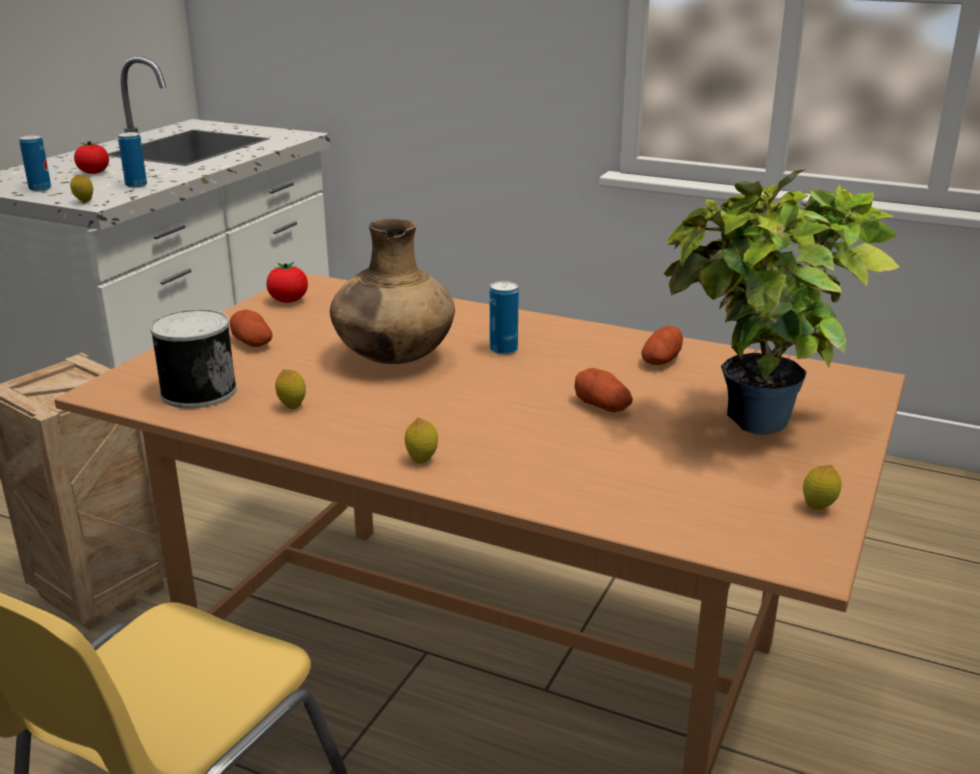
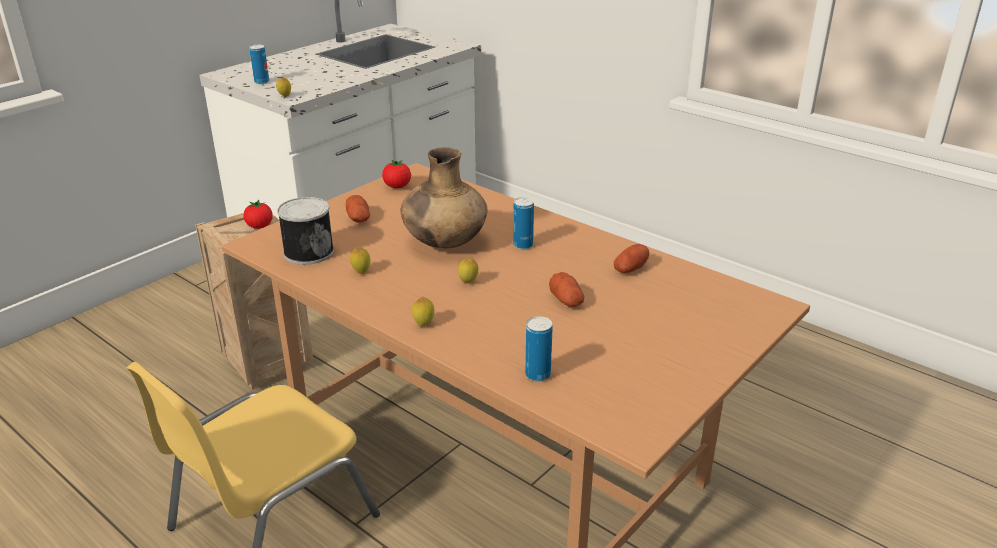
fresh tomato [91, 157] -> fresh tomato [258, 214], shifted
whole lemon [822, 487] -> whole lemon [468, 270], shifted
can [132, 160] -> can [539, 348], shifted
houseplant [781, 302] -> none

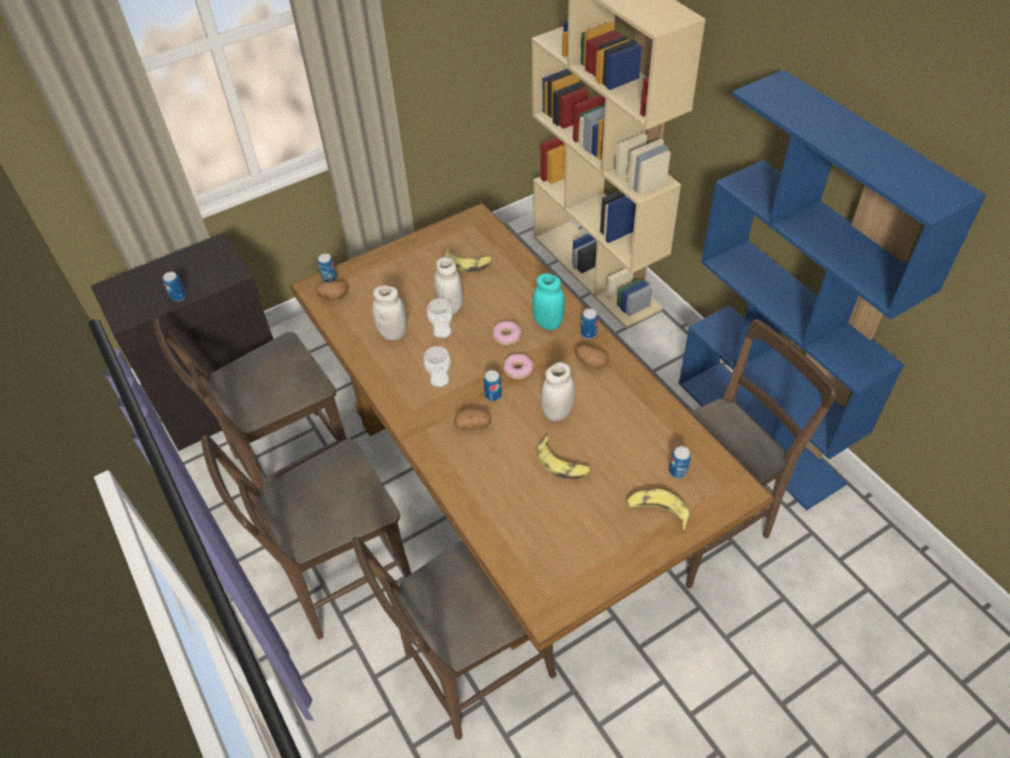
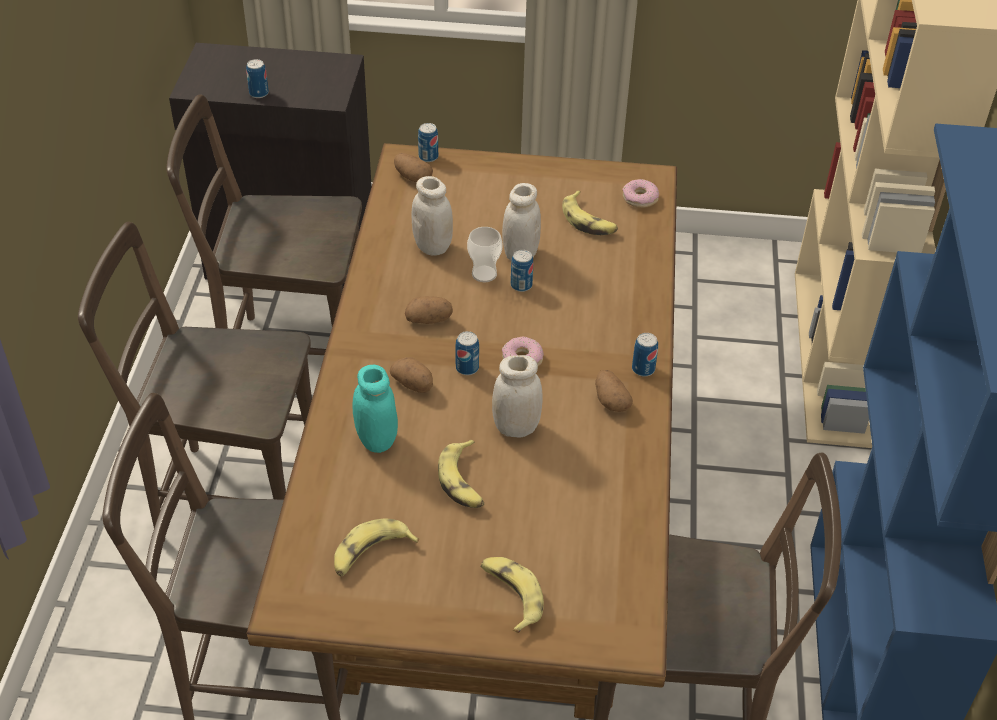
none -> whole banana [376, 548]
preserve jar (turquoise-coloured) [549, 301] -> preserve jar (turquoise-coloured) [375, 409], shifted
cup [437, 367] -> whole potato [429, 310]
can [680, 462] -> can [522, 271], shifted
ring doughnut [507, 333] -> ring doughnut [640, 193], shifted

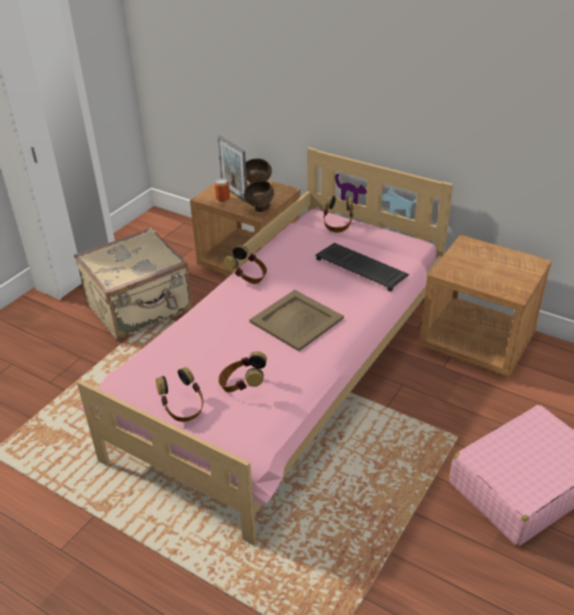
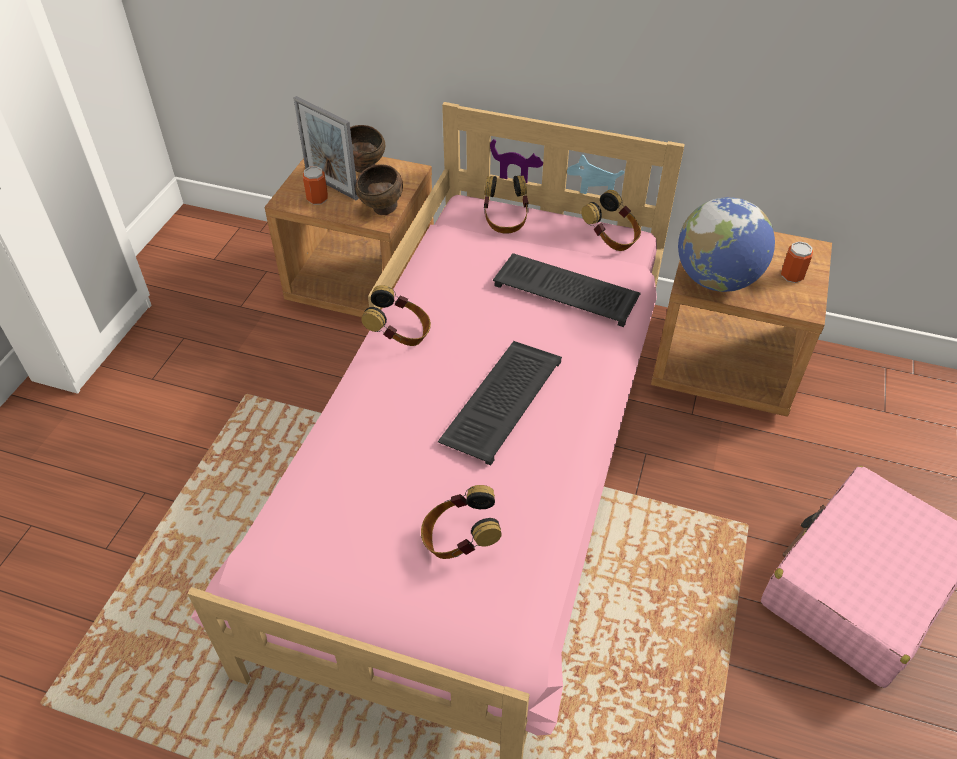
serving tray (beige) [296, 320] -> computer keyboard [500, 403]
headphones [179, 394] -> headphones [611, 220], shifted
none -> desk globe [726, 244]
none -> can [797, 262]
suitcase (beige) [133, 283] -> none

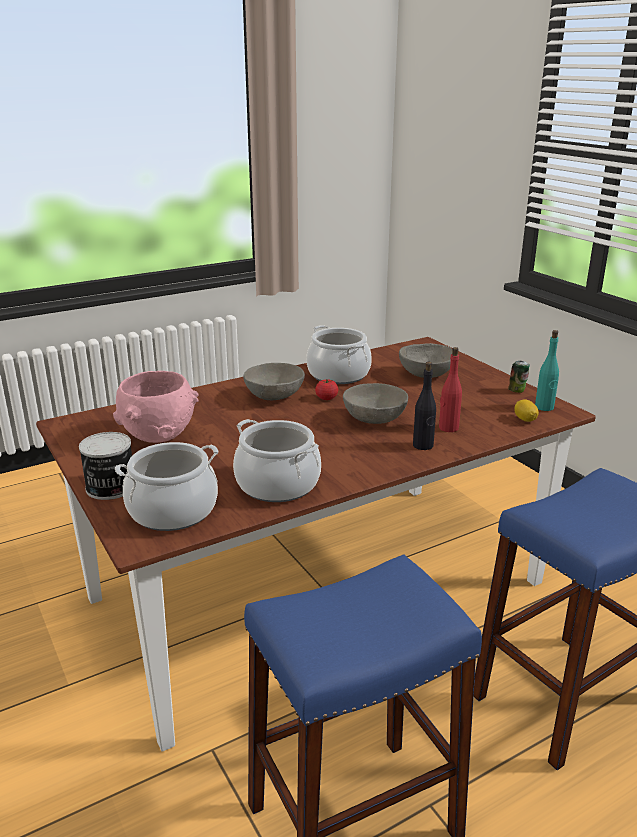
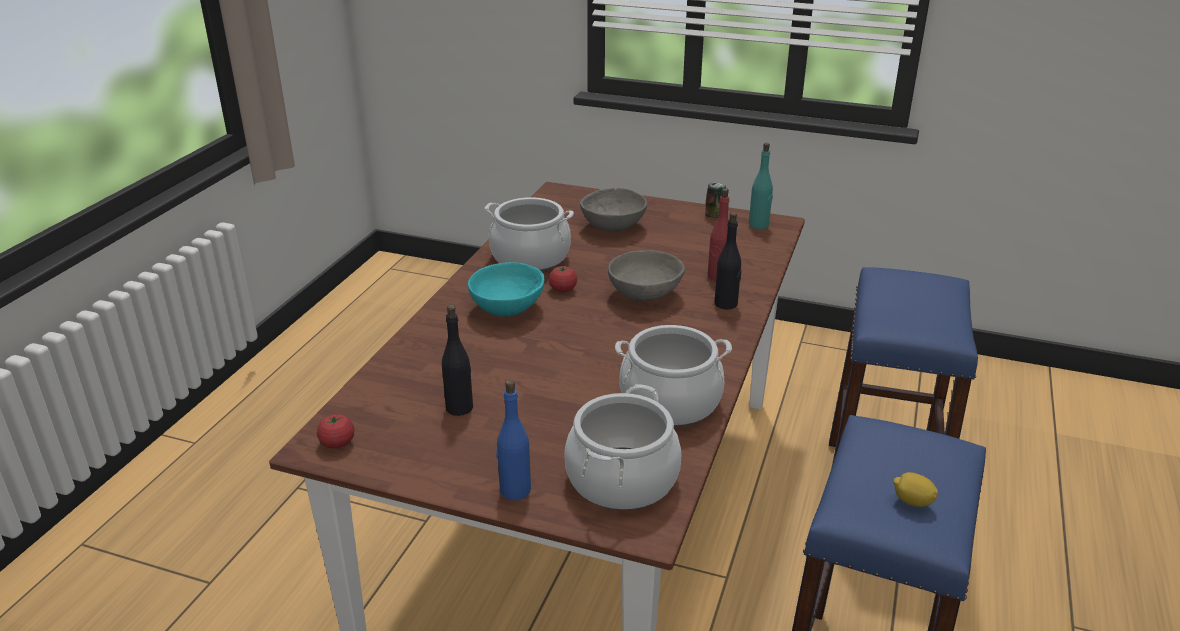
none -> fresh tomato [336, 431]
bowl (pink-coloured) [156, 407] -> beverage bottle (black-coloured) [457, 360]
bowl (grey) [274, 381] -> bowl (turquoise-coloured) [506, 289]
can [105, 466] -> beverage bottle (bluish) [513, 440]
whole lemon [526, 410] -> whole lemon [915, 489], shifted

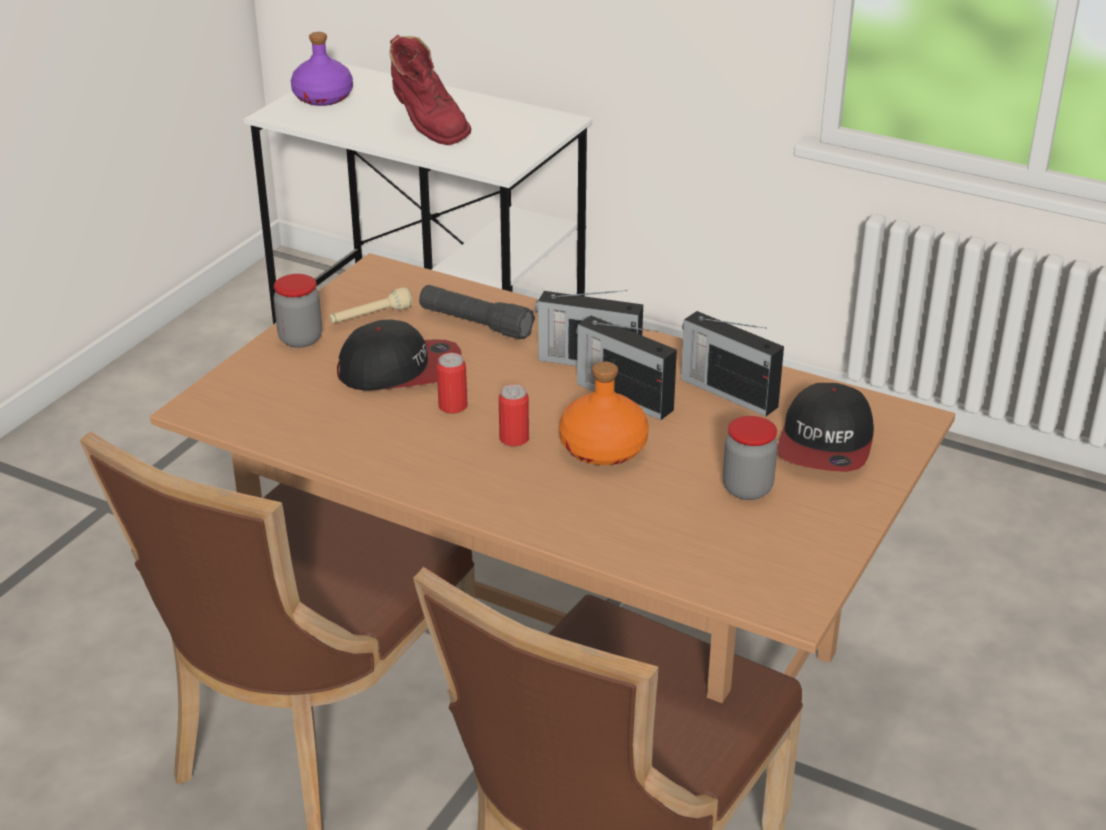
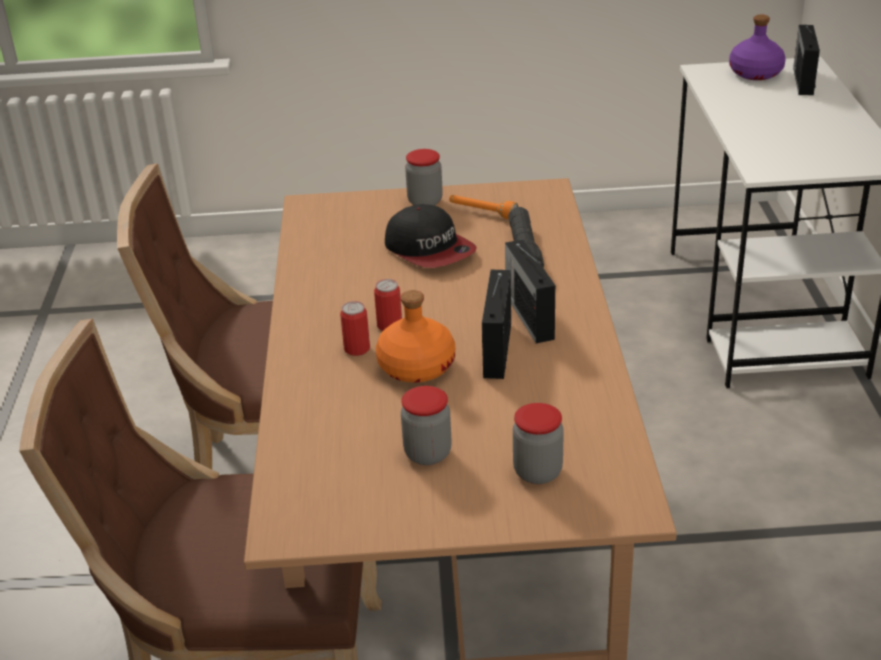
can [452, 383] -> can [355, 328], shifted
hand torch (beige) [370, 305] -> hand torch (orange-coloured) [483, 207]
peaked cap [825, 427] -> preserve jar [538, 443]
radio [732, 364] -> radio [806, 60], shifted
high-top boot (reddish) [430, 90] -> none

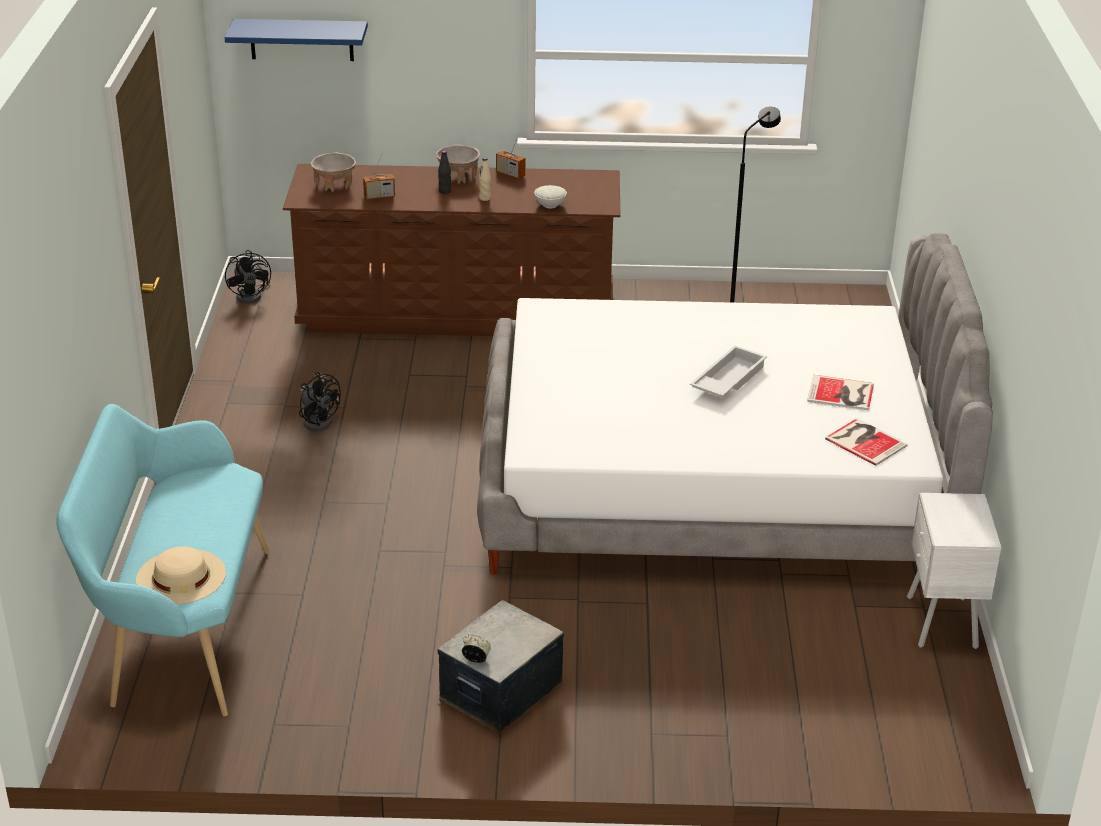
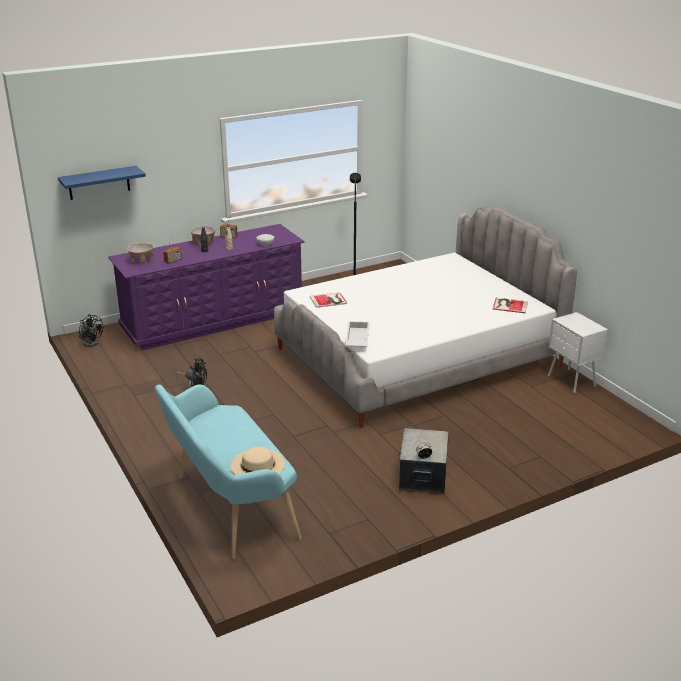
chest of drawers (brown-coloured) [451, 250] -> chest of drawers (purplish) [206, 287]
book [840, 393] -> book [328, 300], shifted
serving tray (white) [728, 371] -> serving tray (white) [357, 334], shifted

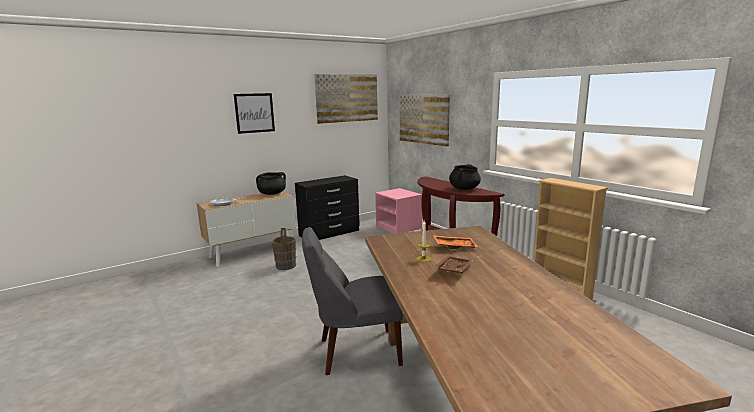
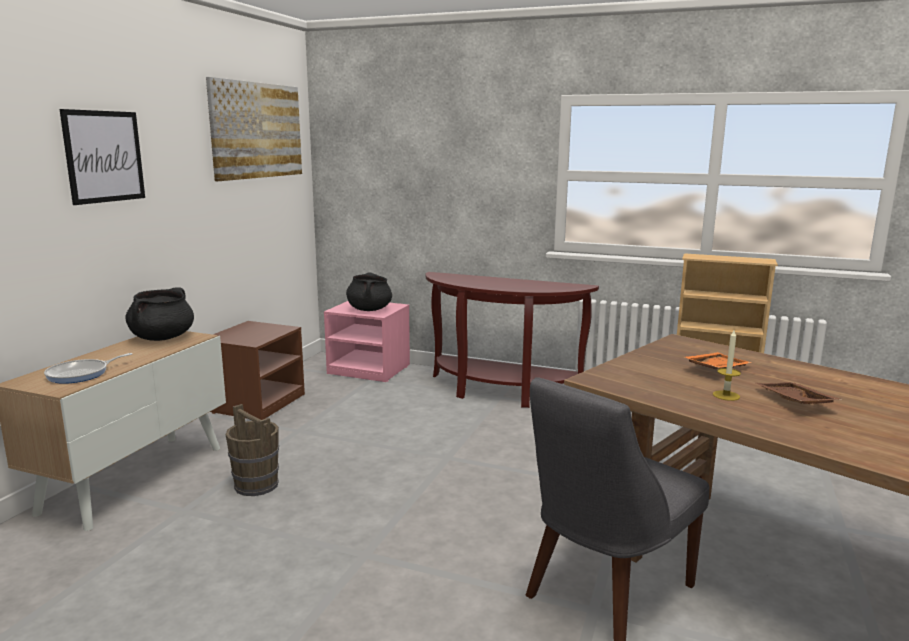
chest of drawers (black-coloured) [327, 207] -> night table (brown-coloured) [257, 370]
saucepot (black-coloured) [465, 177] -> saucepot (black-coloured) [369, 291], shifted
picture [424, 120] -> none

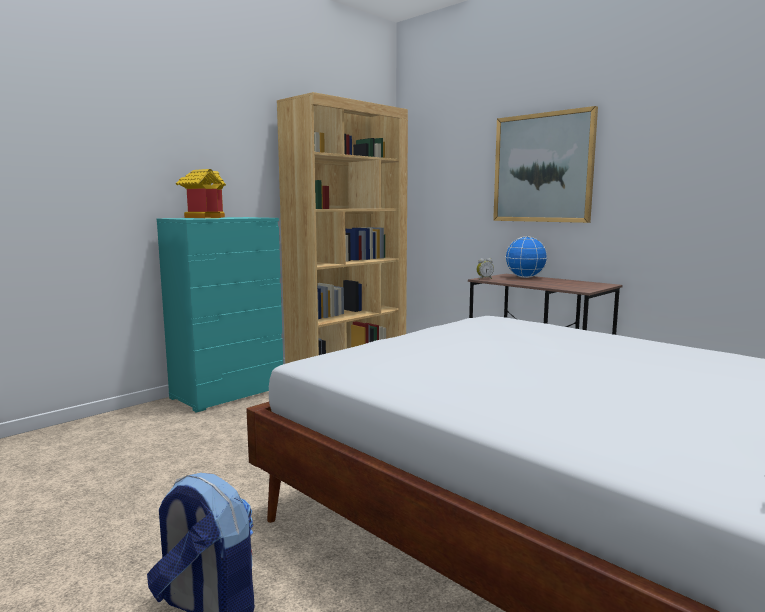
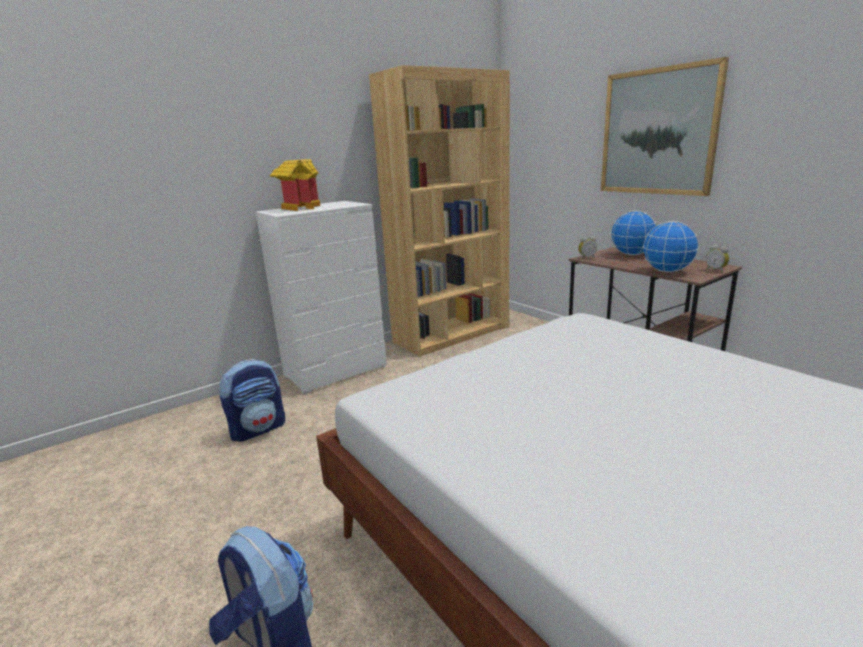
none -> rucksack [252, 400]
chest of drawers (turquoise-coloured) [220, 315] -> chest of drawers (white) [321, 297]
none -> desk globe [671, 246]
none -> alarm clock [717, 258]

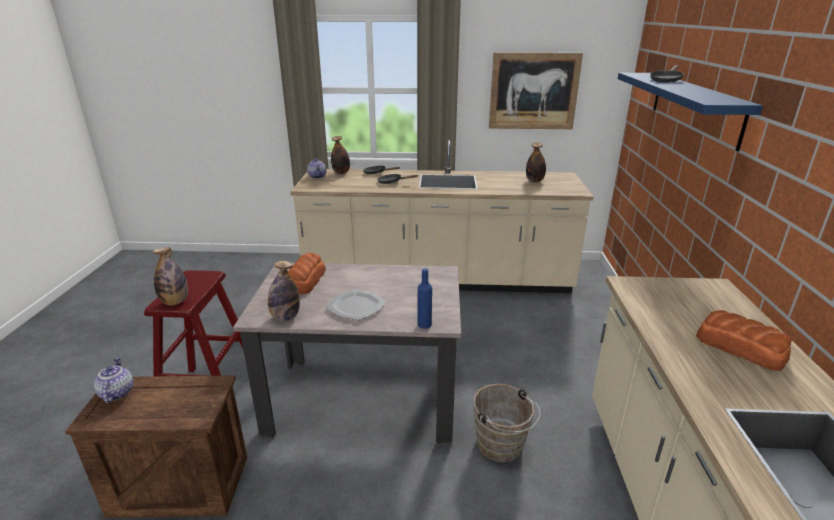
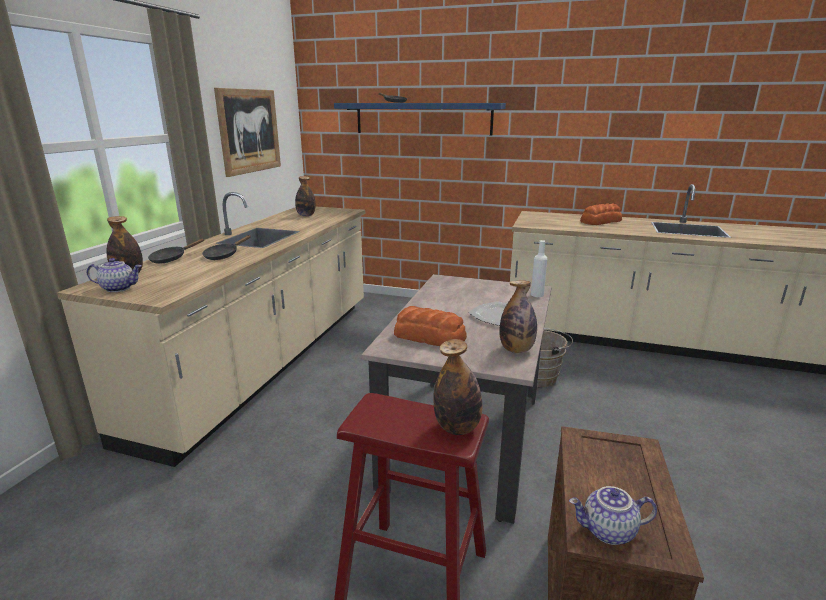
beverage bottle (bluish) [425, 298] -> beverage bottle (white) [539, 268]

